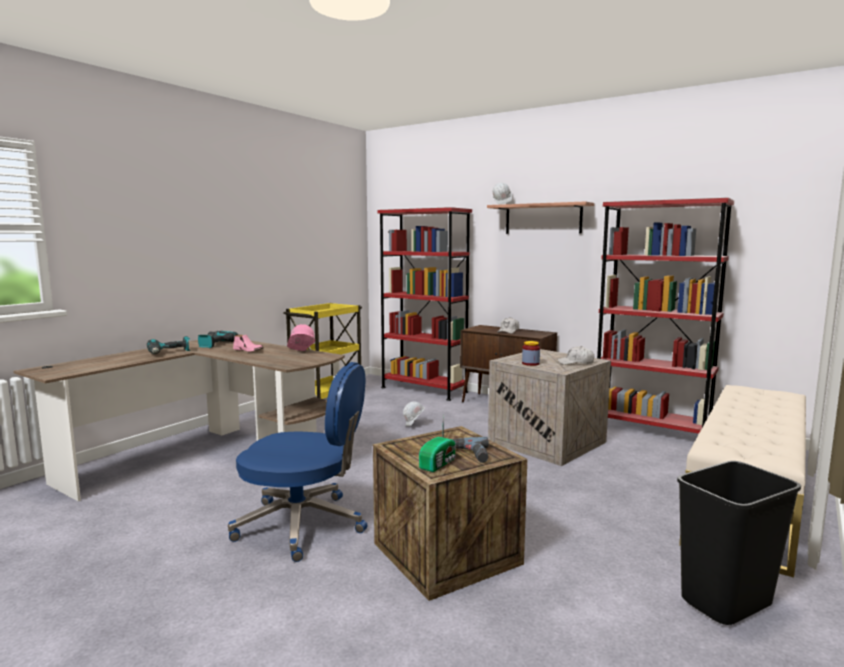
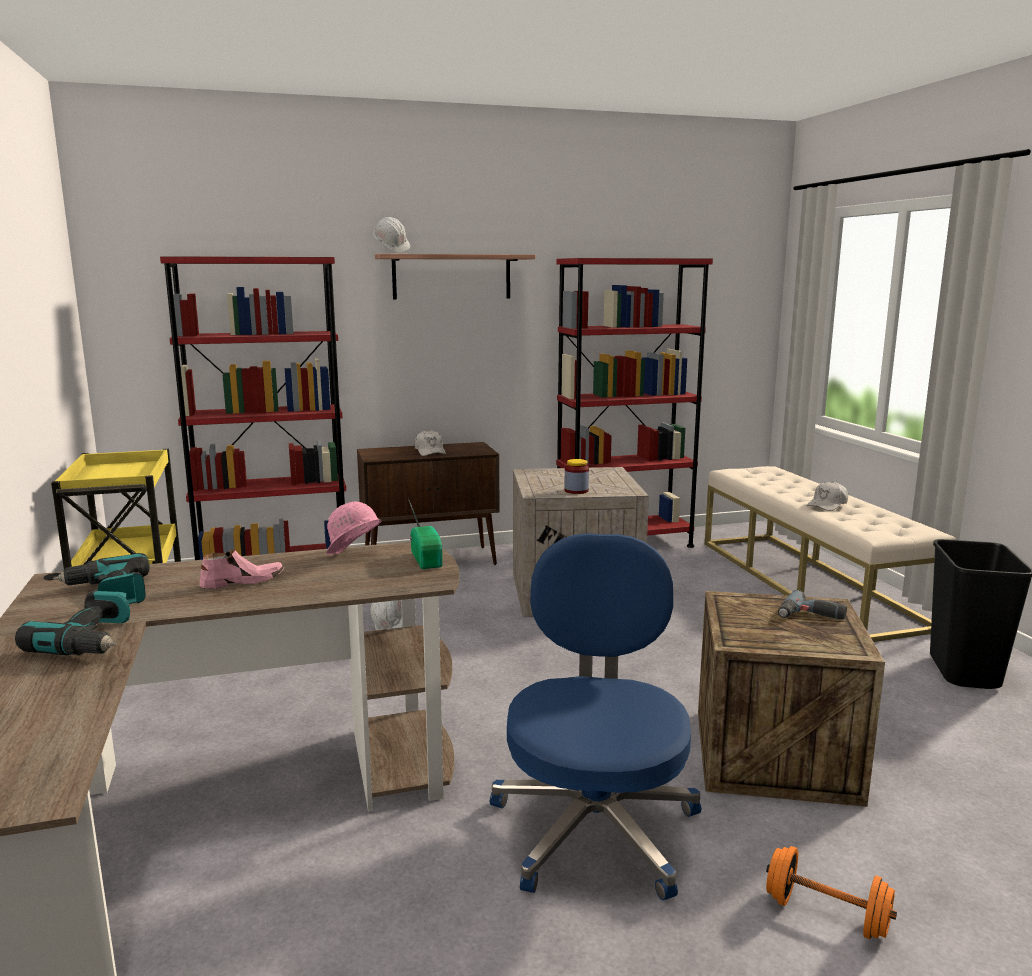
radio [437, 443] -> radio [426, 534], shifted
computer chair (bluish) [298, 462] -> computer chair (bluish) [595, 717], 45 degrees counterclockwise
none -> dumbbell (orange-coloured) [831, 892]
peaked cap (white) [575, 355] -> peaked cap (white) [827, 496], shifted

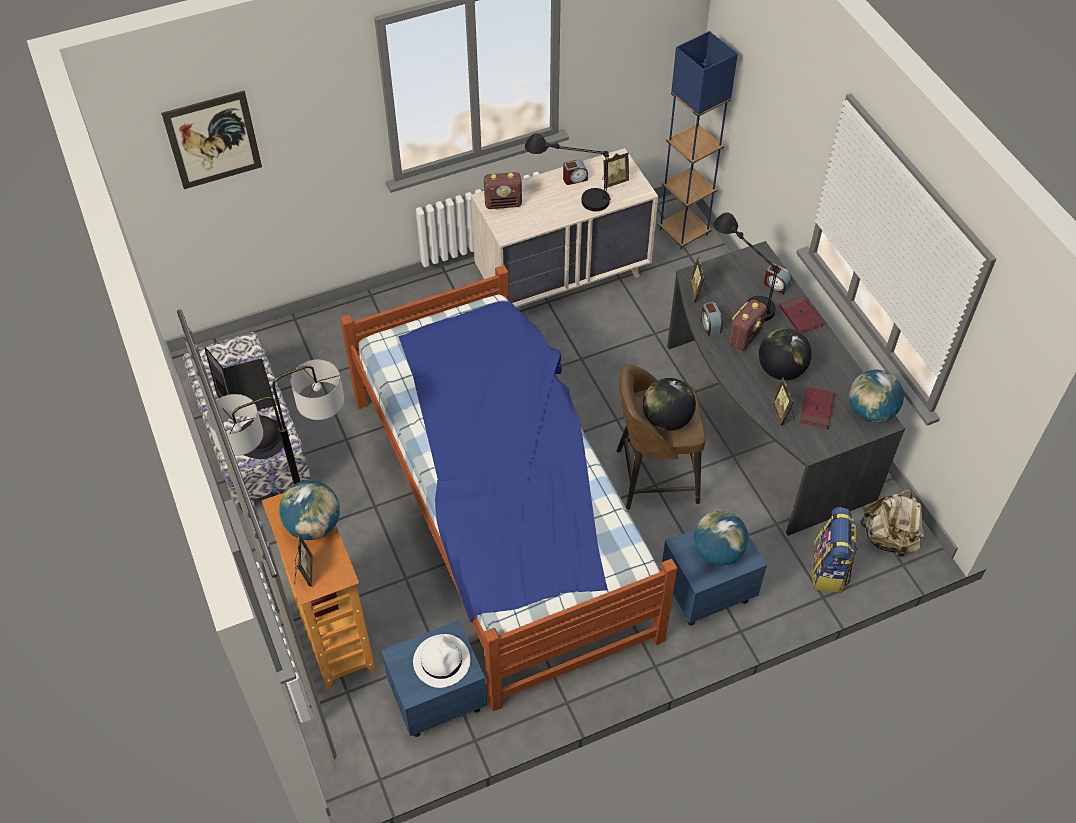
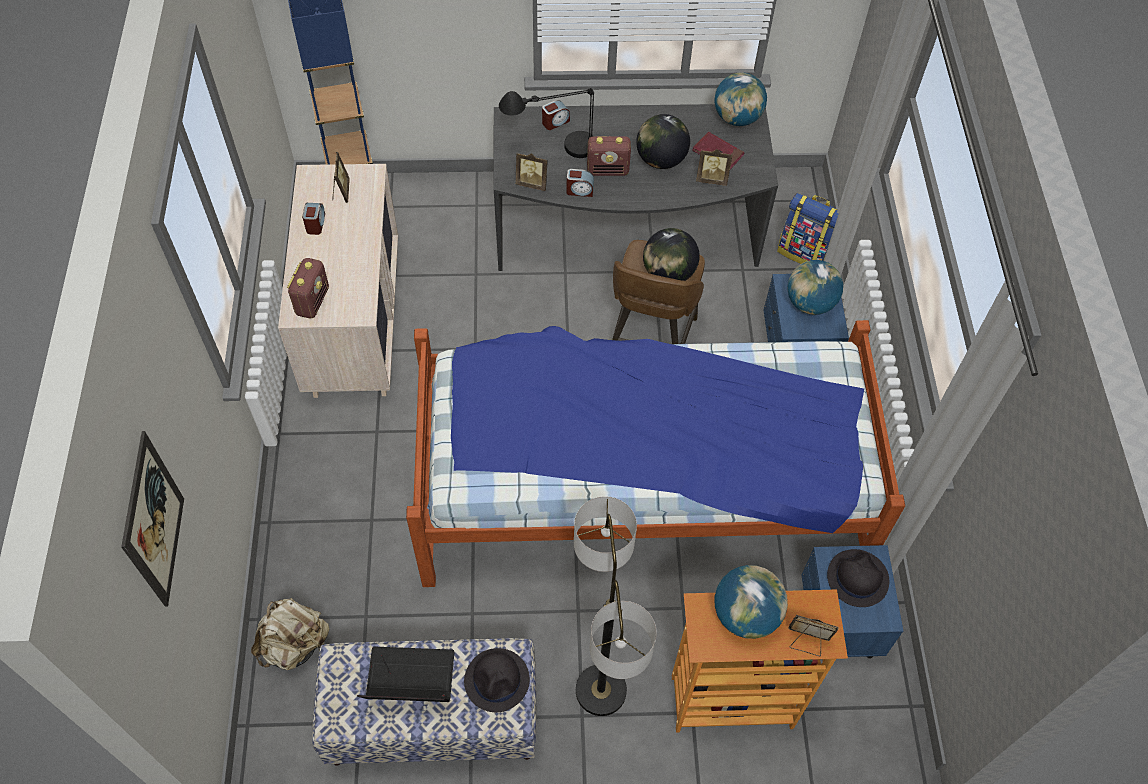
rucksack (beige) [893, 524] -> rucksack (beige) [290, 634], shifted
radio [748, 325] -> radio [609, 156], 120 degrees clockwise
clothing hat (white) [441, 661] -> clothing hat (black-coloured) [858, 578]
tabletop lamp (black-coloured) [567, 172] -> none
book (reddish) [801, 315] -> none

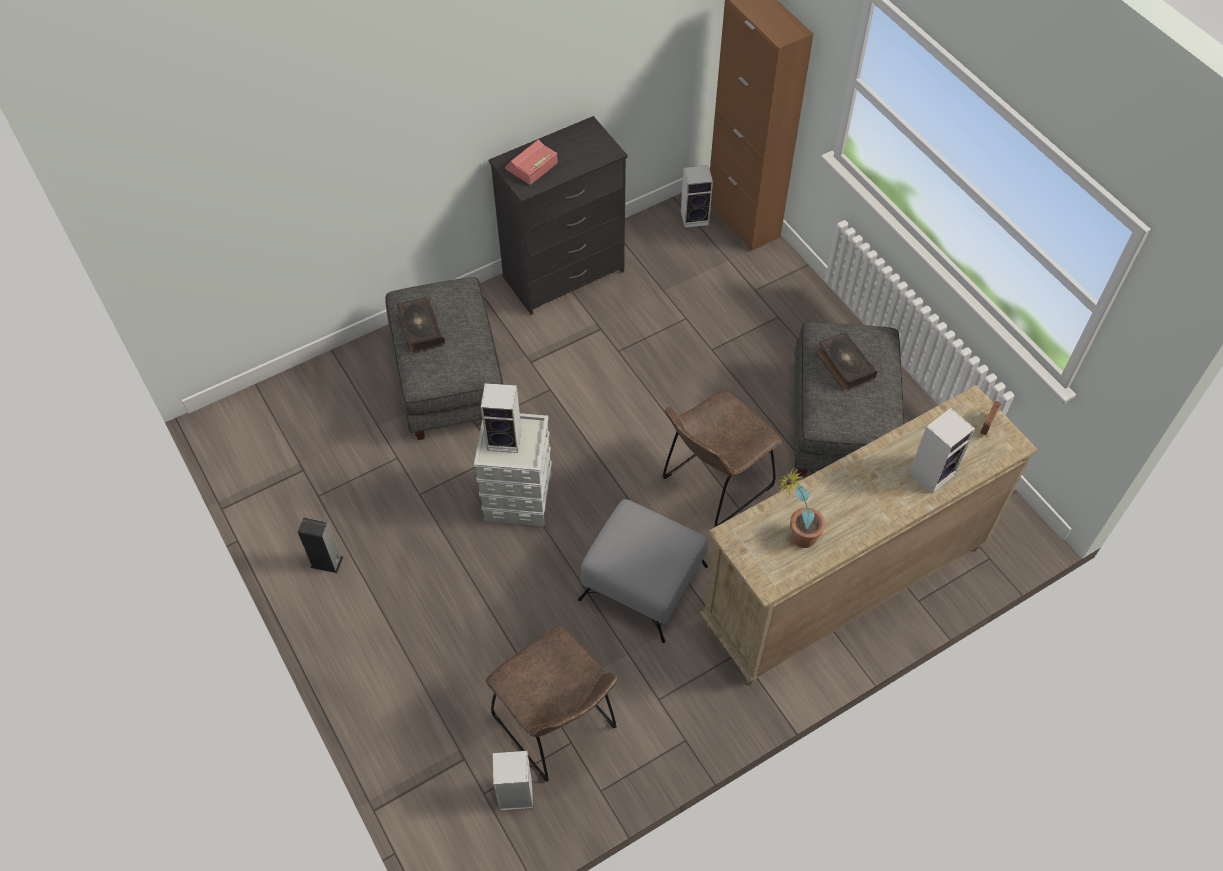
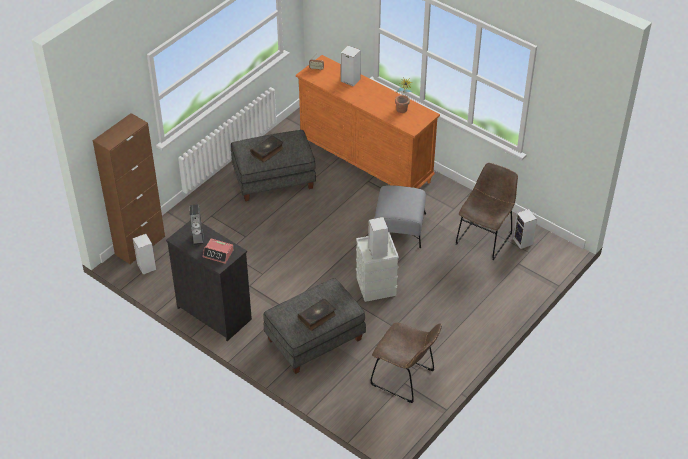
speaker [321, 545] -> speaker [196, 225], shifted
chest of drawers (beige) [869, 535] -> chest of drawers (orange-coloured) [368, 122]
plain chair (brown-coloured) [722, 458] -> plain chair (brown-coloured) [406, 363], shifted

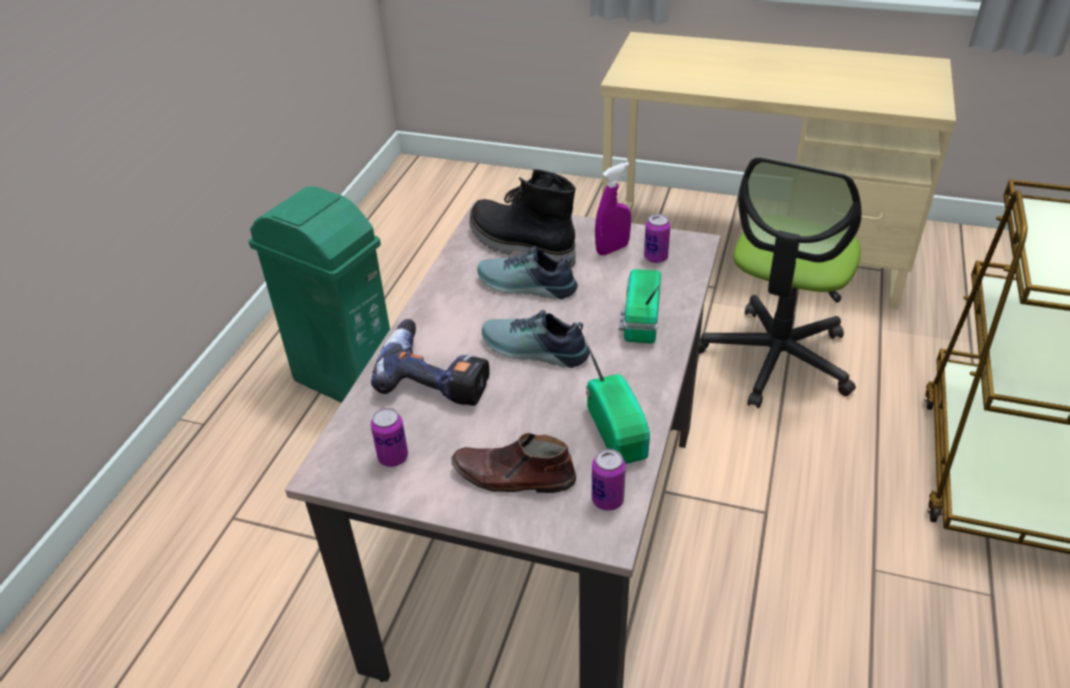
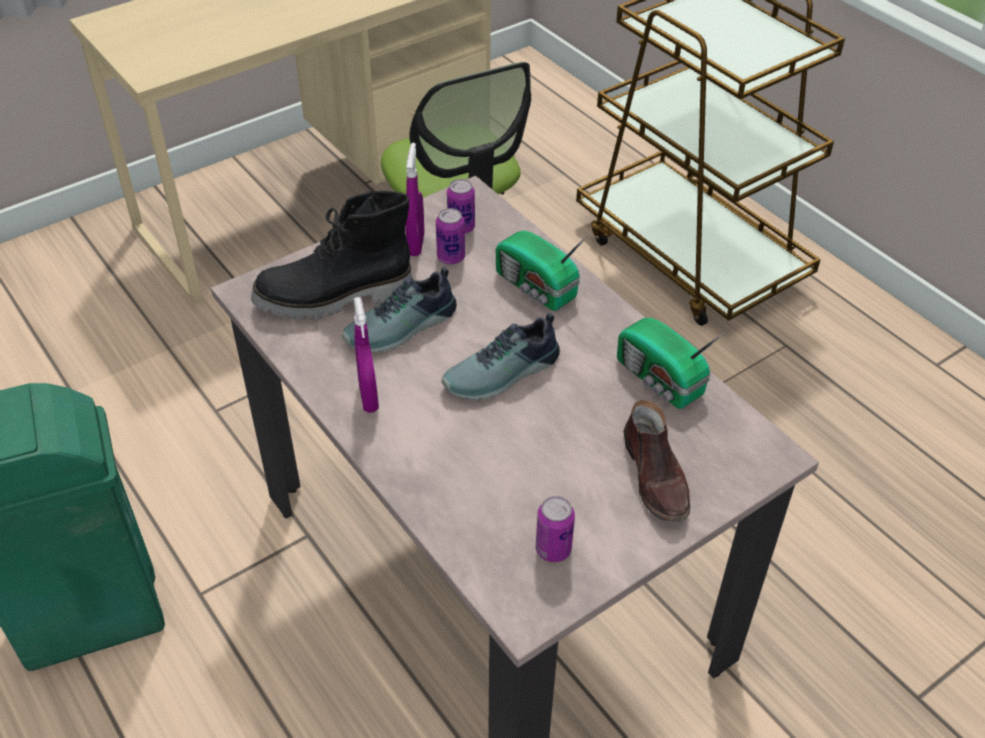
none -> spray bottle (purplish) [366, 355]
can [609, 480] -> can [450, 236], shifted
radio [617, 400] -> radio [672, 363], 150 degrees counterclockwise
item of footwear (brown-coloured) [513, 463] -> item of footwear (brown-coloured) [657, 461], 60 degrees counterclockwise
power drill [430, 362] -> none

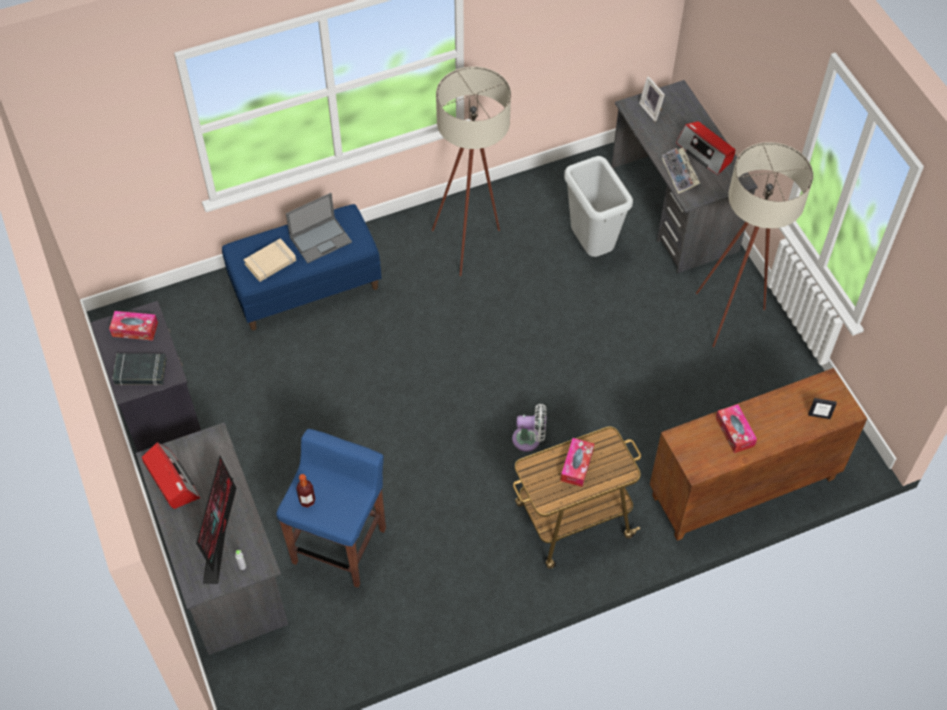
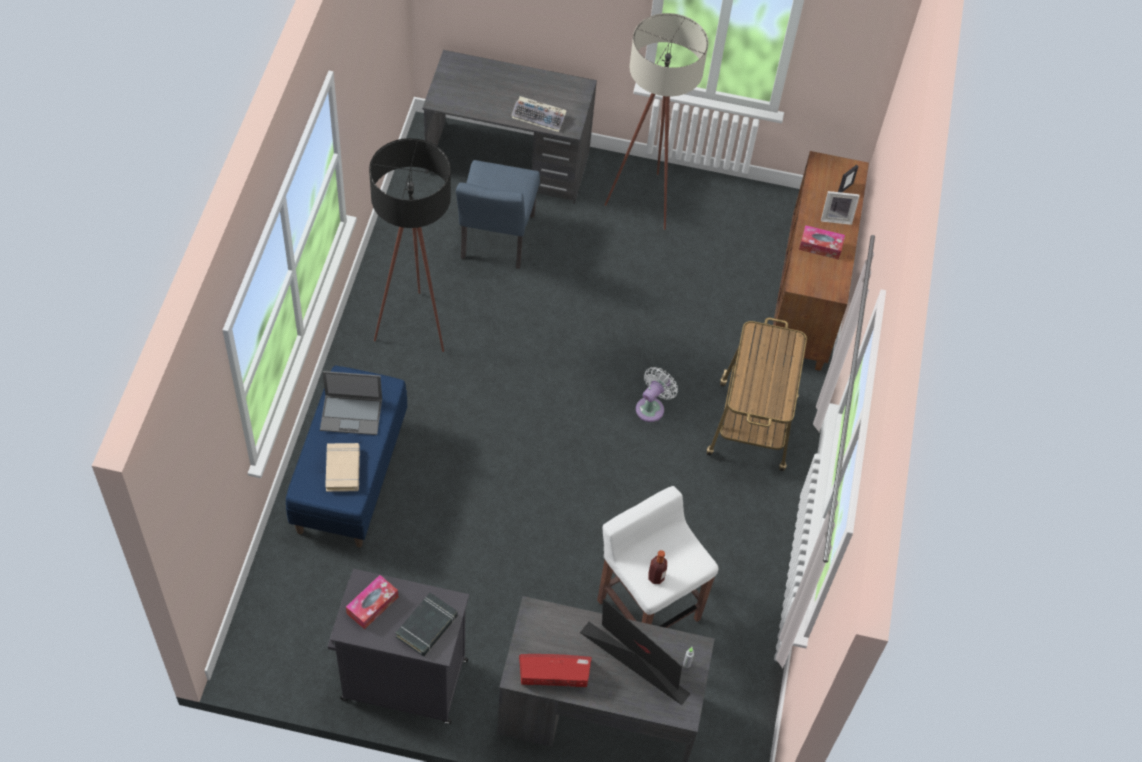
laptop [319, 228] -> laptop [351, 403], 90 degrees clockwise
floor lamp (beige) [471, 171] -> floor lamp (black-coloured) [410, 245]
trash can (grey) [598, 206] -> plain chair (bluish) [498, 214]
stool seat (bluish) [331, 508] -> stool seat (white) [658, 557]
photo frame [652, 98] -> photo frame [840, 208], shifted
tissue holder [577, 462] -> none
radio [705, 148] -> none

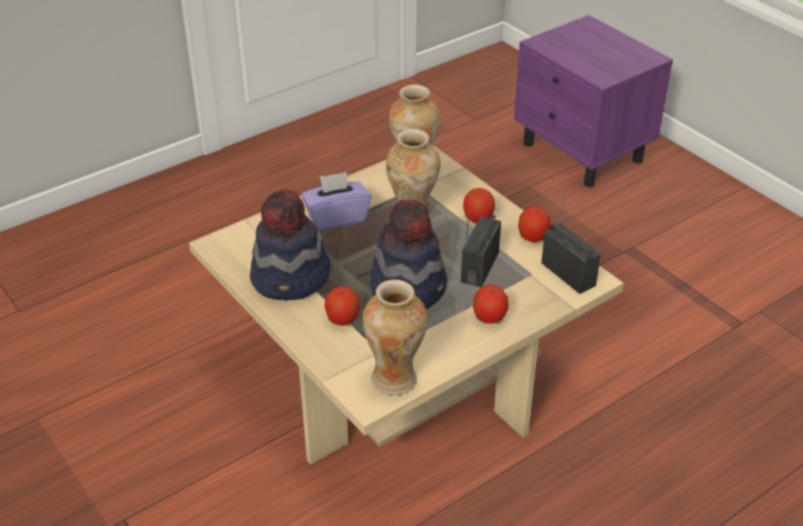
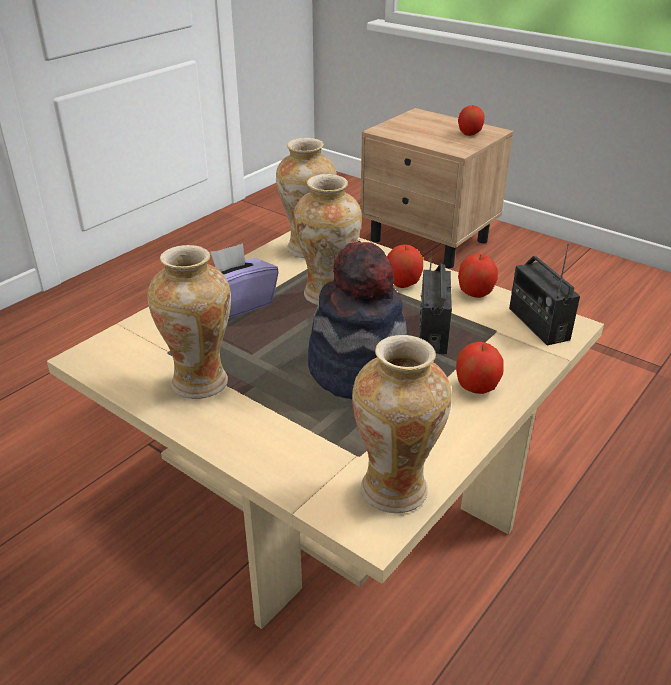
clothing hat [290, 245] -> decorative vase [189, 322]
night table (purplish) [593, 101] -> night table (beige) [436, 188]
apple fruit [342, 306] -> apple fruit [471, 120], shifted
radio [571, 241] -> radio [544, 294], 150 degrees counterclockwise

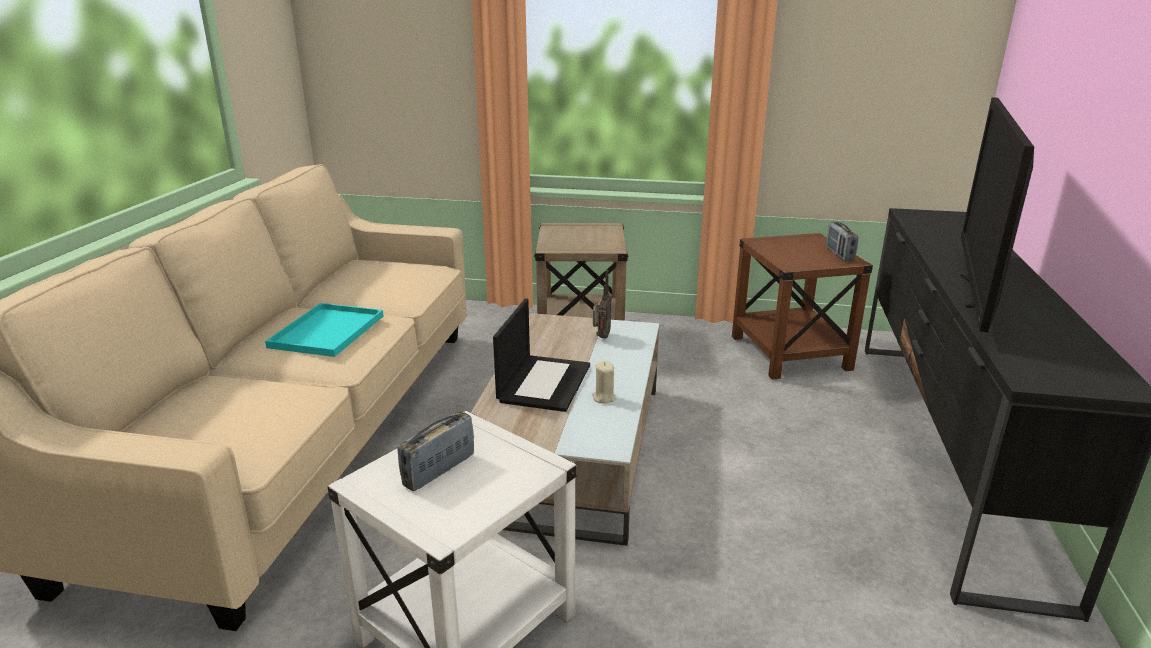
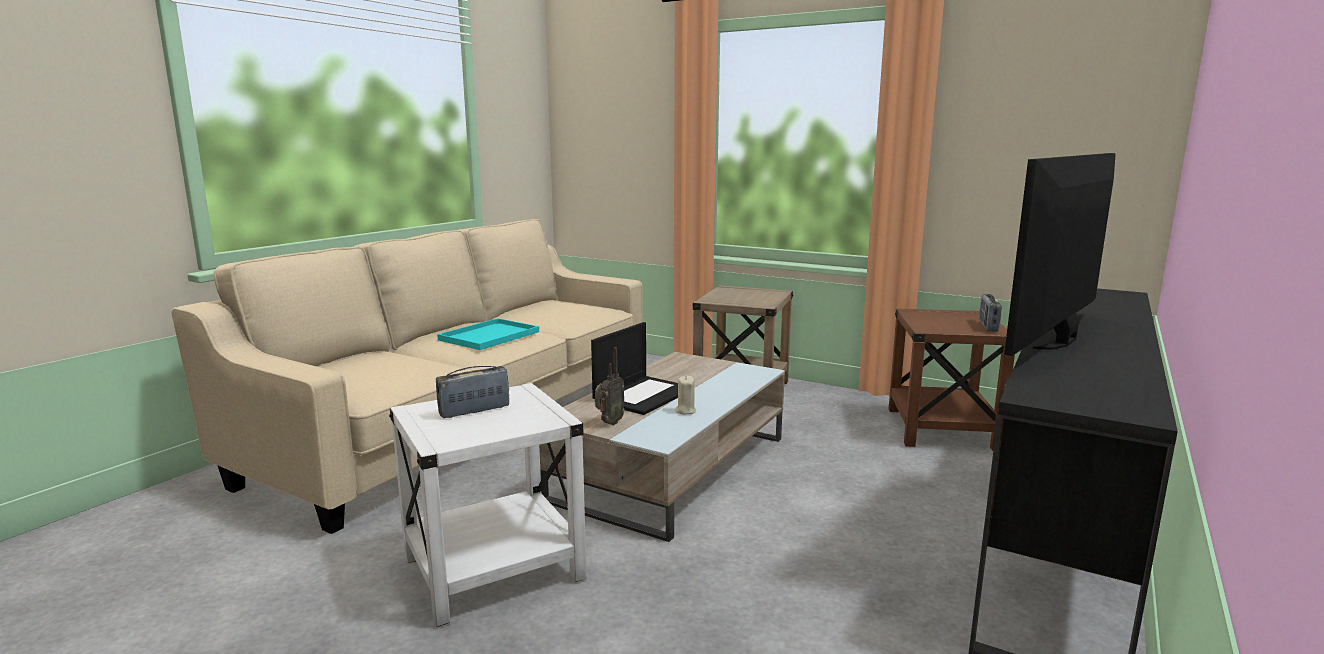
radio [602, 304] -> radio [610, 386], shifted

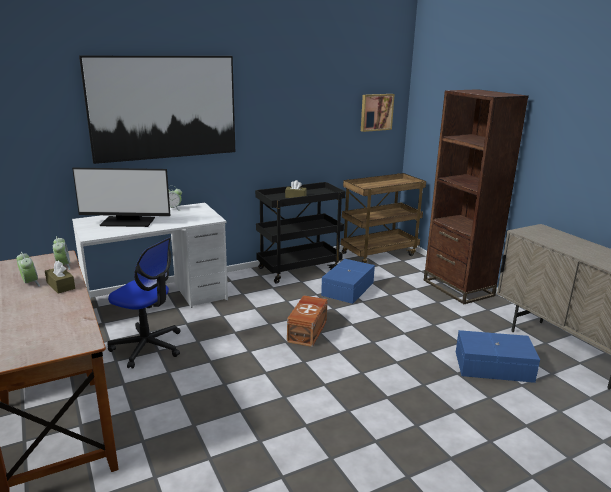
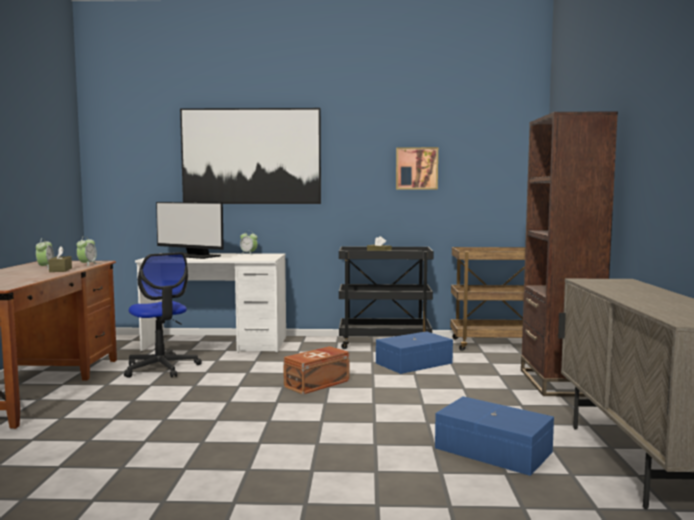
picture [378, 113] -> picture [417, 168], shifted

